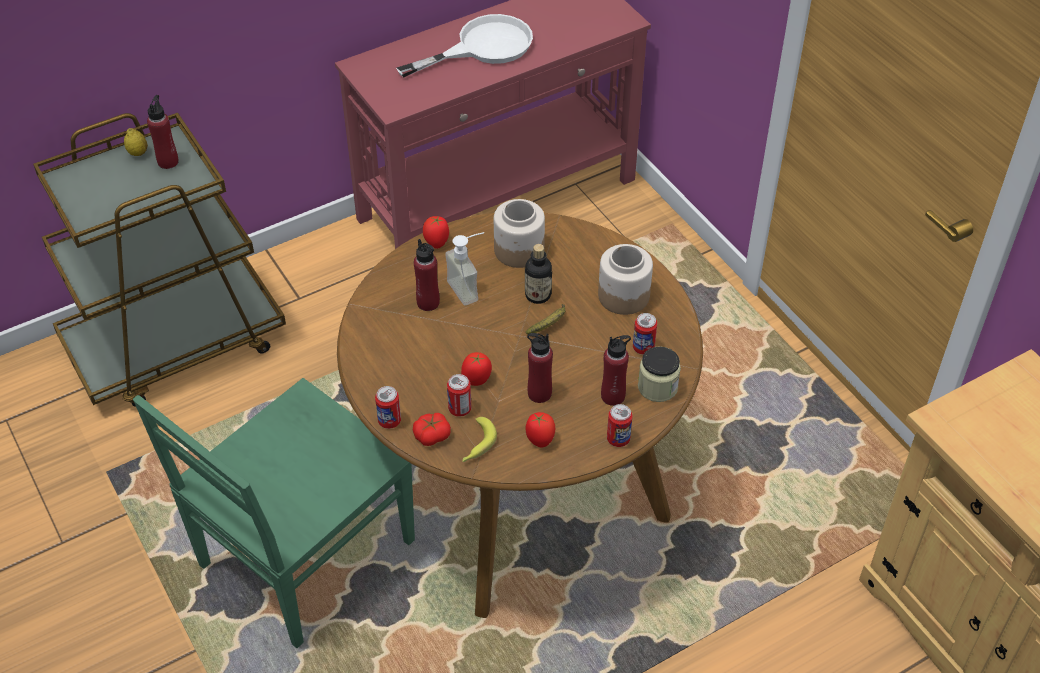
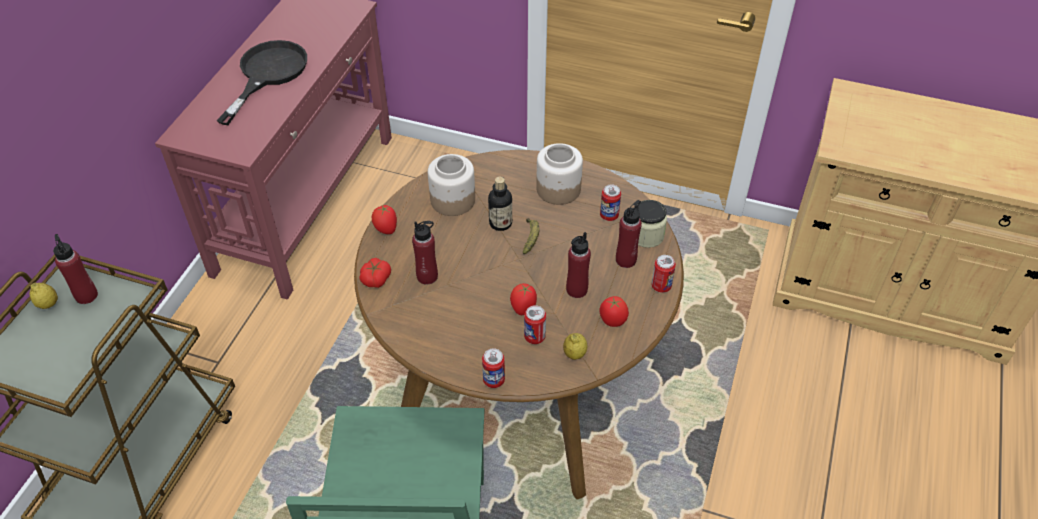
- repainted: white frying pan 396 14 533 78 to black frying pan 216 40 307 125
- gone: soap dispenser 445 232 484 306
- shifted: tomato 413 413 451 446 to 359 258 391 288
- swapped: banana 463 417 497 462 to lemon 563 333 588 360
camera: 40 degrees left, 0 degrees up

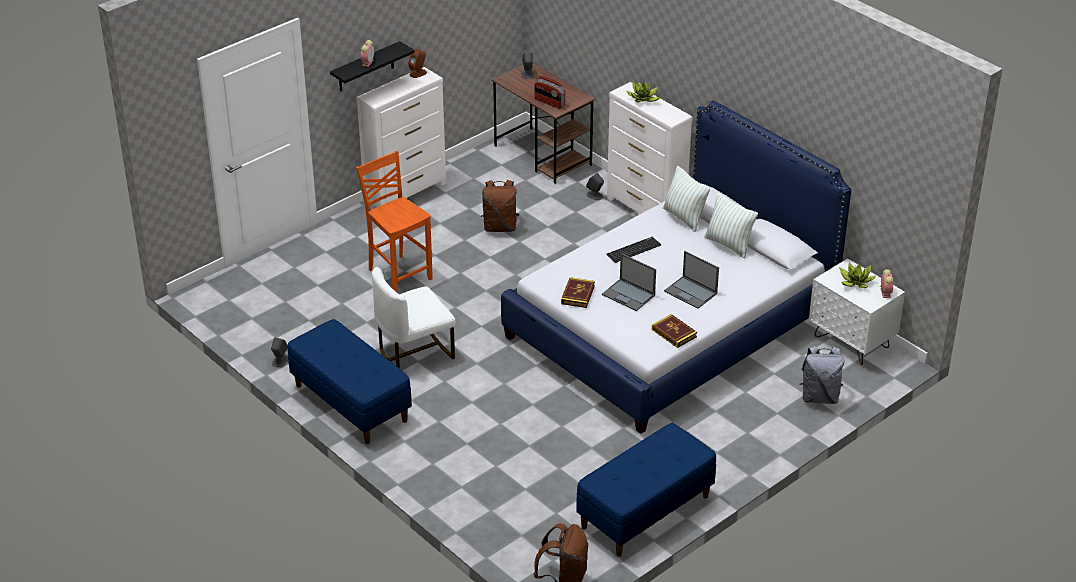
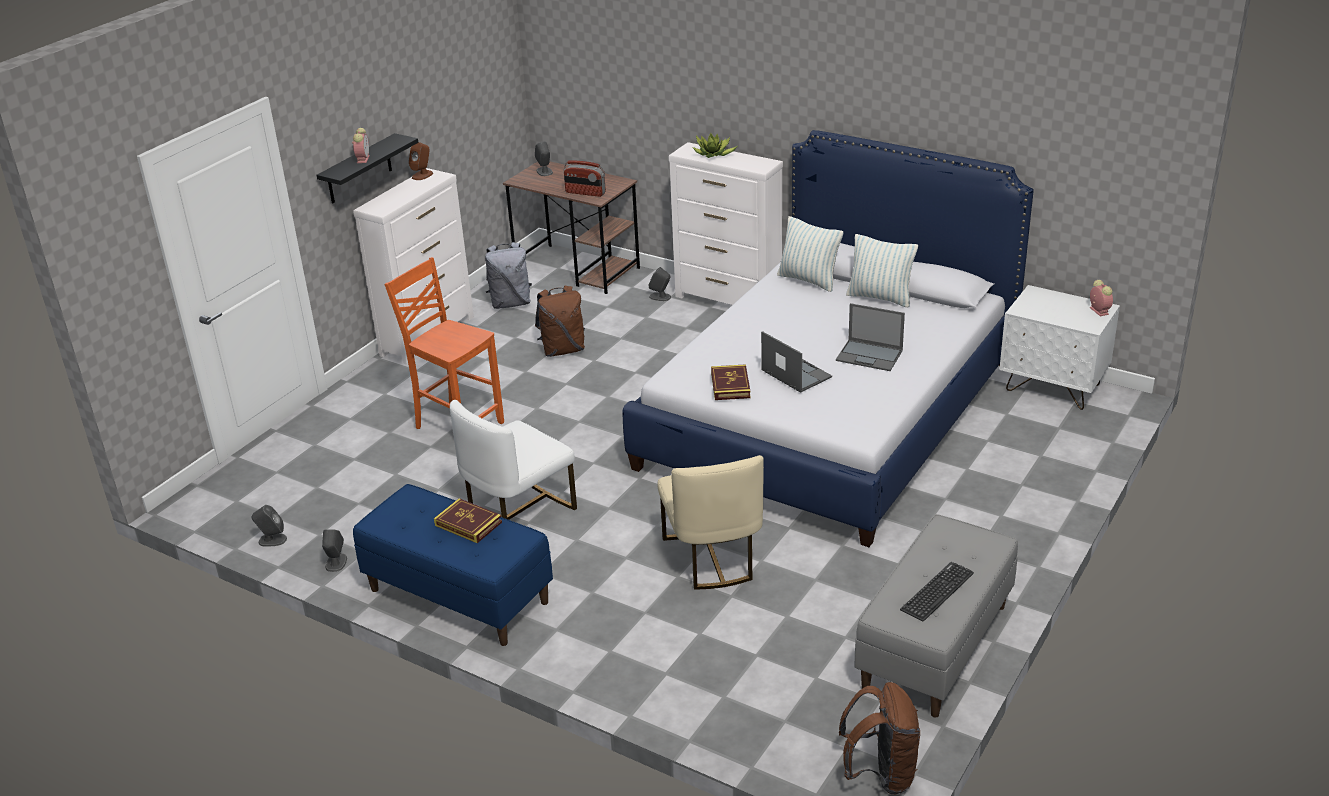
- shifted: keyboard 606 237 661 263 to 900 562 974 622
- rotated: laptop 602 253 656 311 = 761 331 832 393 150 degrees counterclockwise
- gone: potted plant 839 262 877 288
- shifted: book 652 314 697 348 to 434 498 502 543
- shifted: grey backpack 799 346 844 404 to 485 242 532 309
- repainted: blue bench 576 423 716 557 to grey bench 854 514 1018 718
- new: beige chair 658 455 764 590
- new: grey speaker 252 505 287 547
camera: 15 degrees left, 5 degrees down

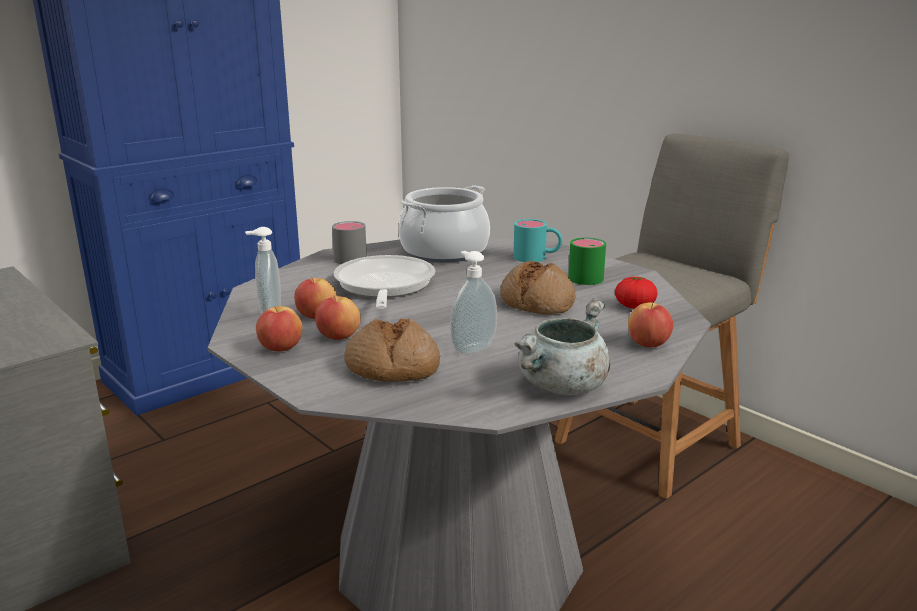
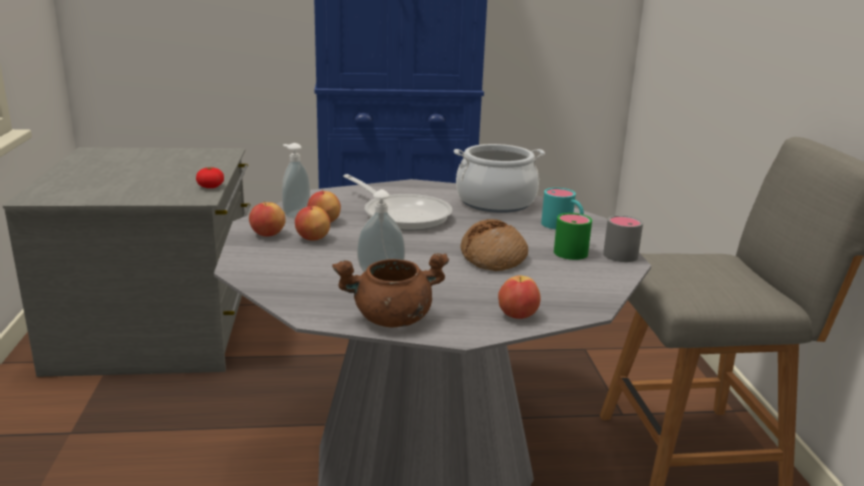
- shifted: grey mug 332 221 367 264 to 603 215 643 262
- rotated: frying pan 334 255 435 309 = 343 174 452 231 105 degrees clockwise
- shifted: tomato 615 277 658 309 to 196 167 224 188
- repainted: grey cooking pot 514 298 610 395 to brown cooking pot 332 253 449 327
- gone: bread 344 318 440 382
camera: 35 degrees right, 0 degrees up

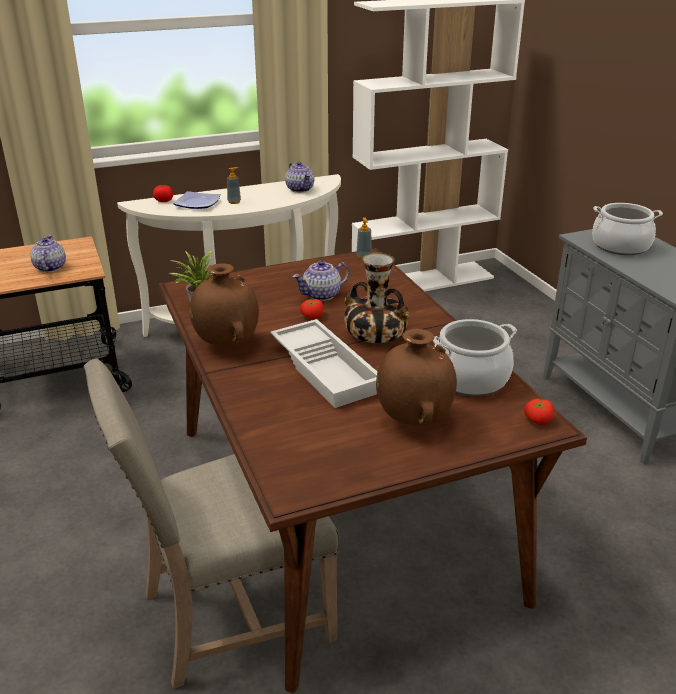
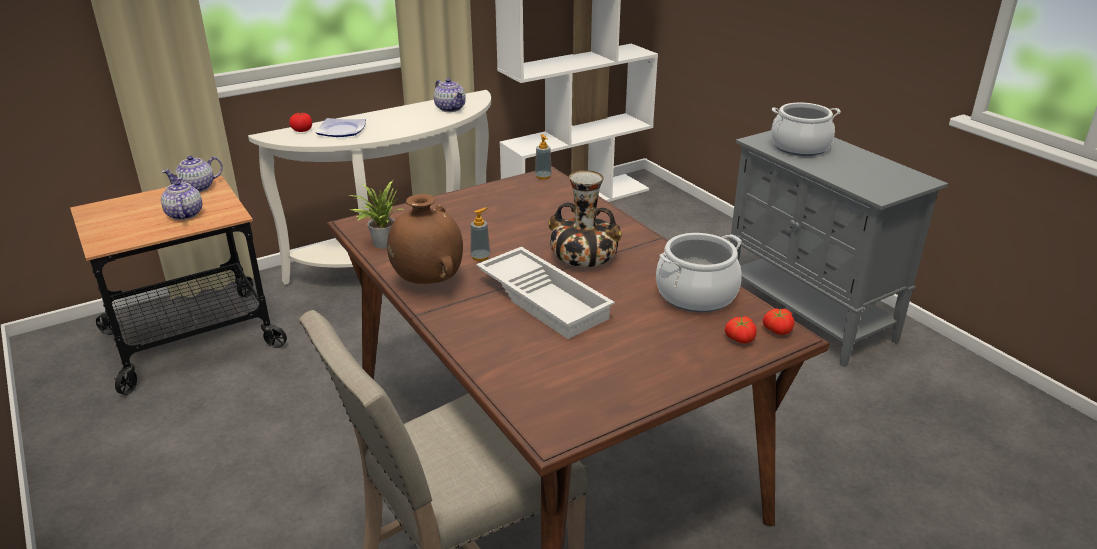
- shifted: soap dispenser 227 167 241 204 to 470 207 490 261
- shifted: teapot 292 260 349 301 to 162 156 223 192
- shifted: tomato 300 299 324 319 to 725 316 757 344
- gone: brown vase 376 329 457 426
camera: 10 degrees left, 0 degrees up

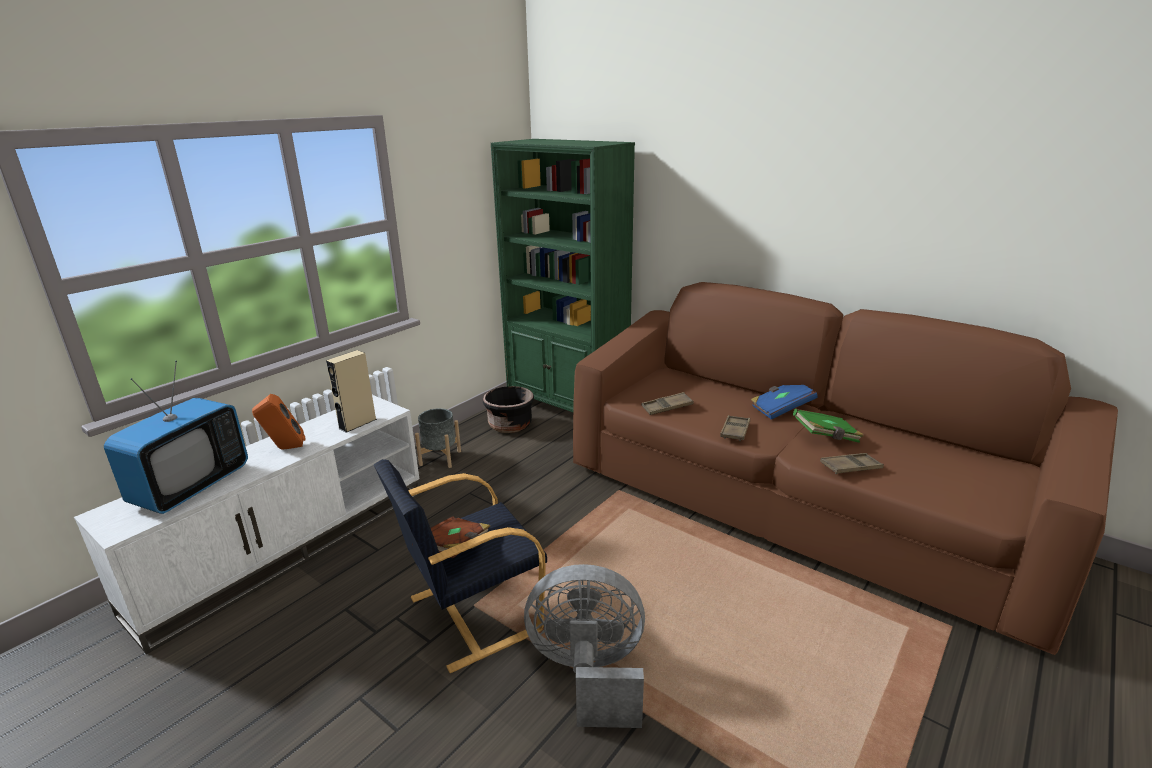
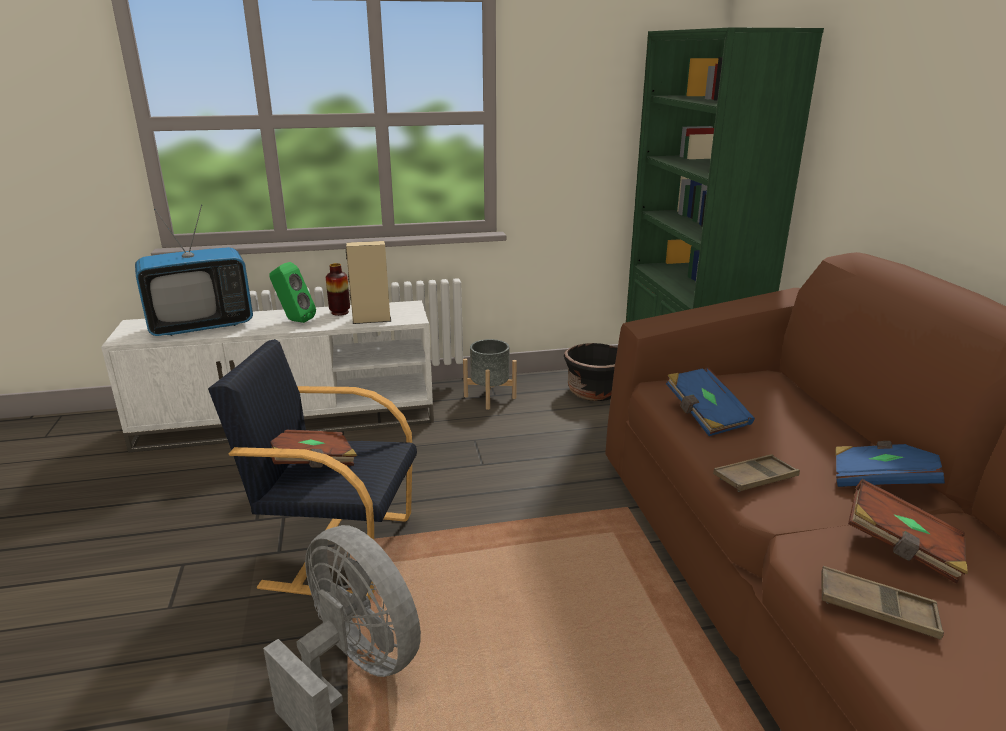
- swapped: brown tray 642 392 693 415 to blue book 666 367 755 436
- repainted: orange speaker 252 394 306 450 to green speaker 269 262 316 323
- repainted: green book 793 409 864 443 to brown book 848 479 968 583
- new: vase 326 263 350 316
camera: 40 degrees right, 0 degrees up

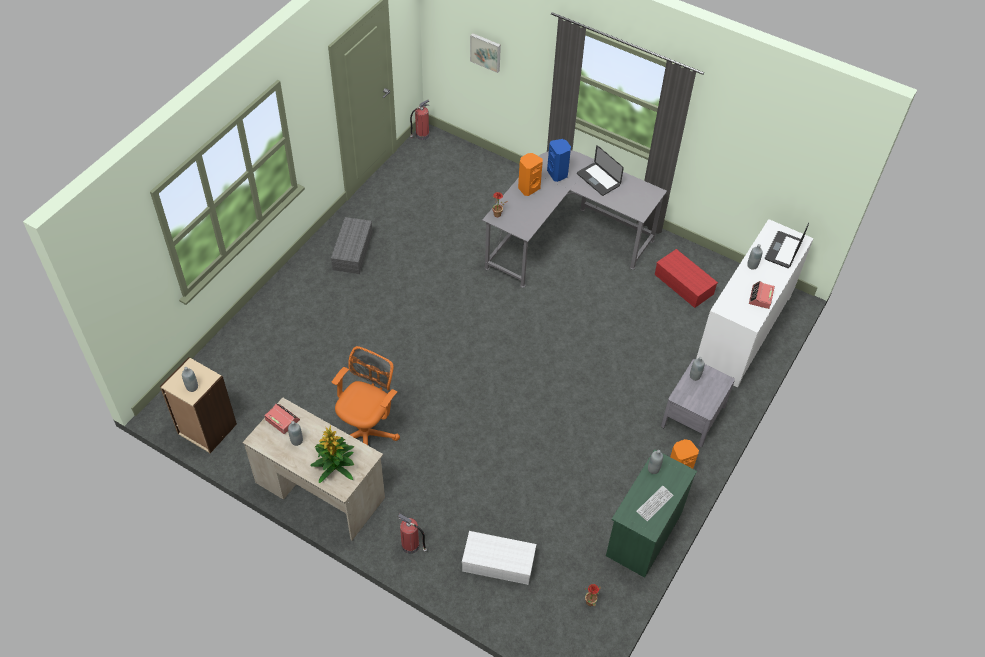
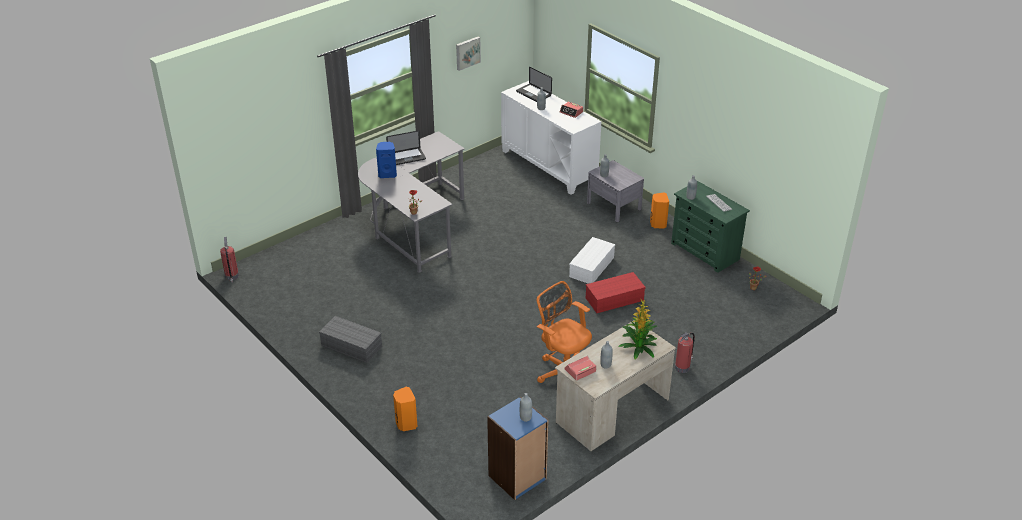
- shifted: picture 470 33 501 73 to 456 37 481 71
- shifted: orange speaker 518 153 543 196 to 393 387 418 431
- shifted: red storage box 655 249 718 308 to 586 272 646 313
- repainted: beige bookcase 160 357 237 453 to blue bookcase 487 396 549 500
- shifted: white storage box 462 531 536 585 to 569 237 615 284
camera: 70 degrees left, 15 degrees down

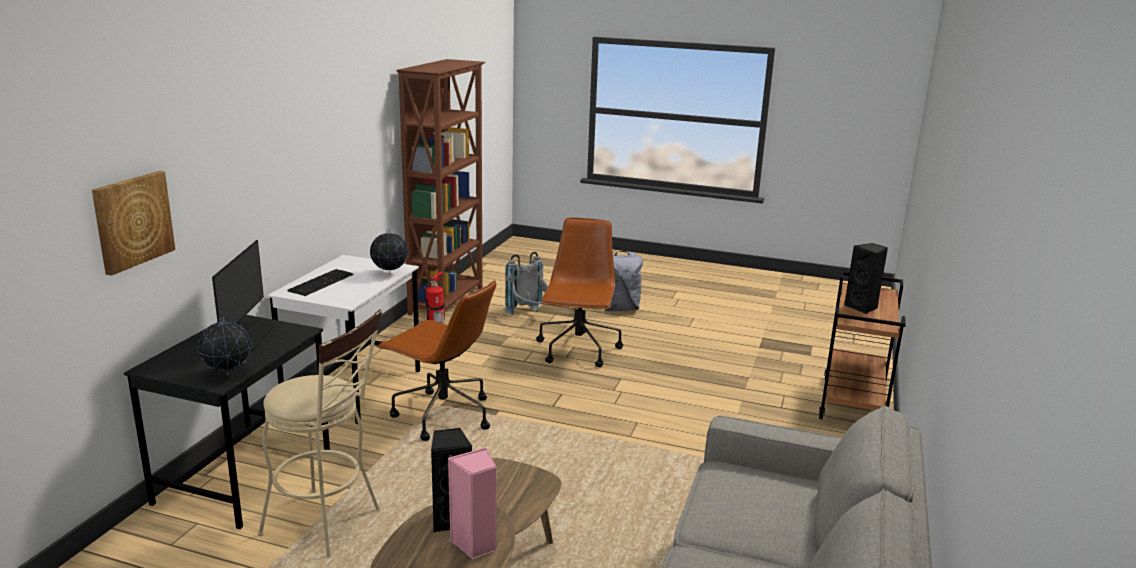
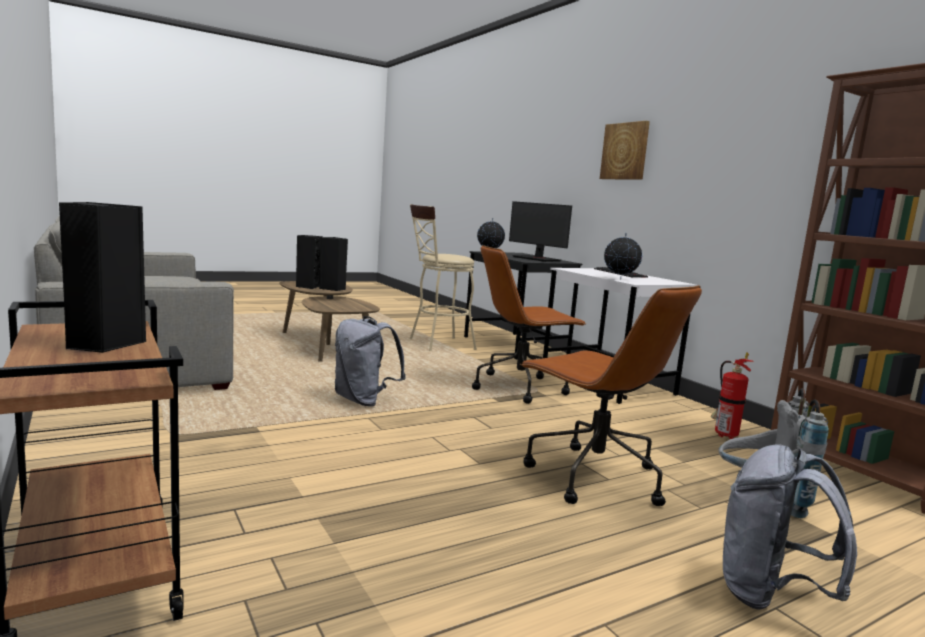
- shifted: picture 92 171 175 276 to 600 121 650 180
- repainted: pink speaker 448 447 497 559 to black speaker 296 235 323 289
- new: grey backpack 335 316 406 406
camera: 130 degrees right, 10 degrees down

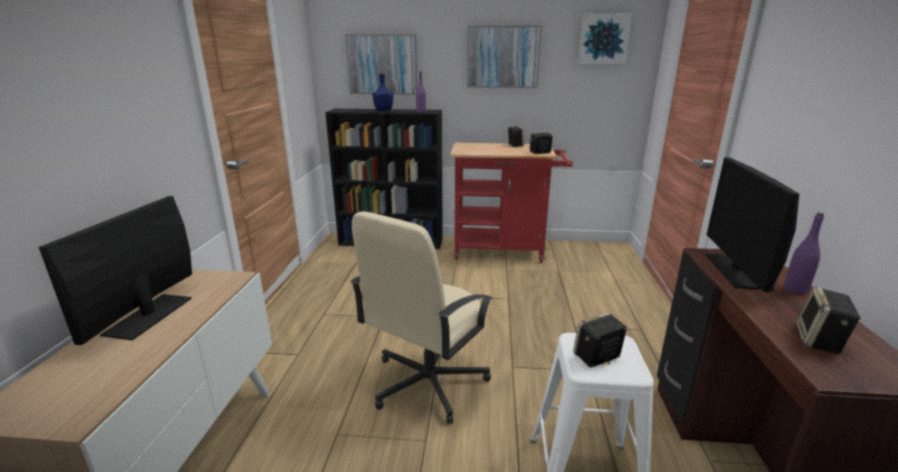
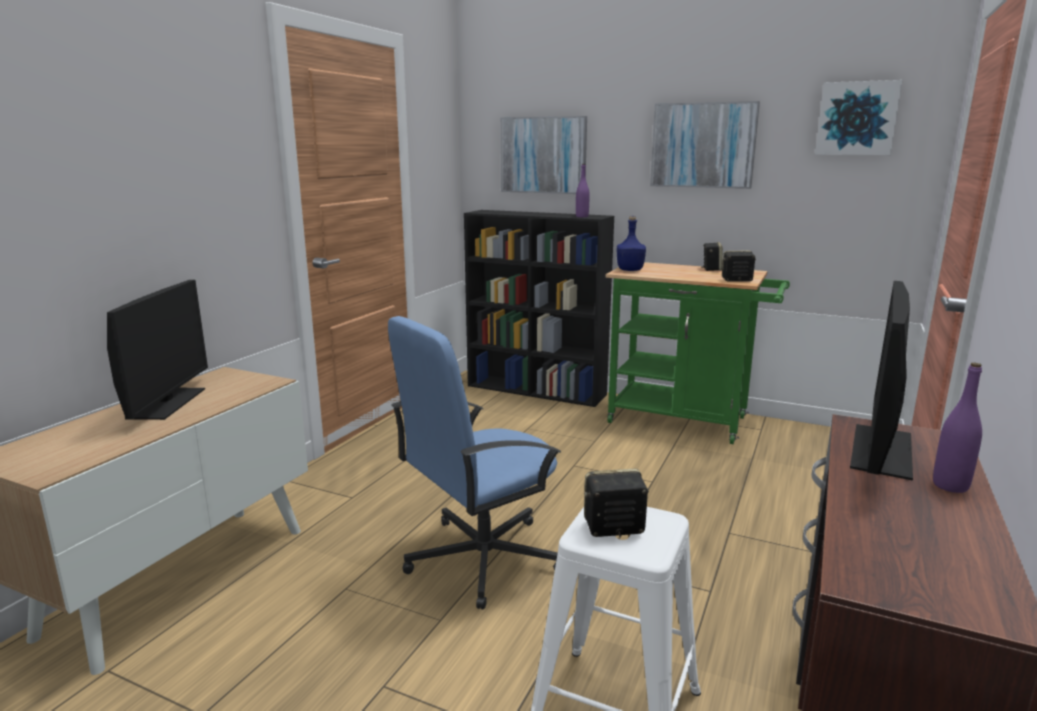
- shifted: blue bottle 373 71 393 111 to 617 216 646 271
- repainted: red cart 450 143 573 263 to green cart 606 262 790 444
- rotated: monitor 39 196 192 345 = 107 280 208 420 150 degrees clockwise
- repainted: beige office chair 350 211 493 424 to blue office chair 388 316 561 610
- gone: speaker 796 286 861 354
camera: 20 degrees right, 5 degrees down

